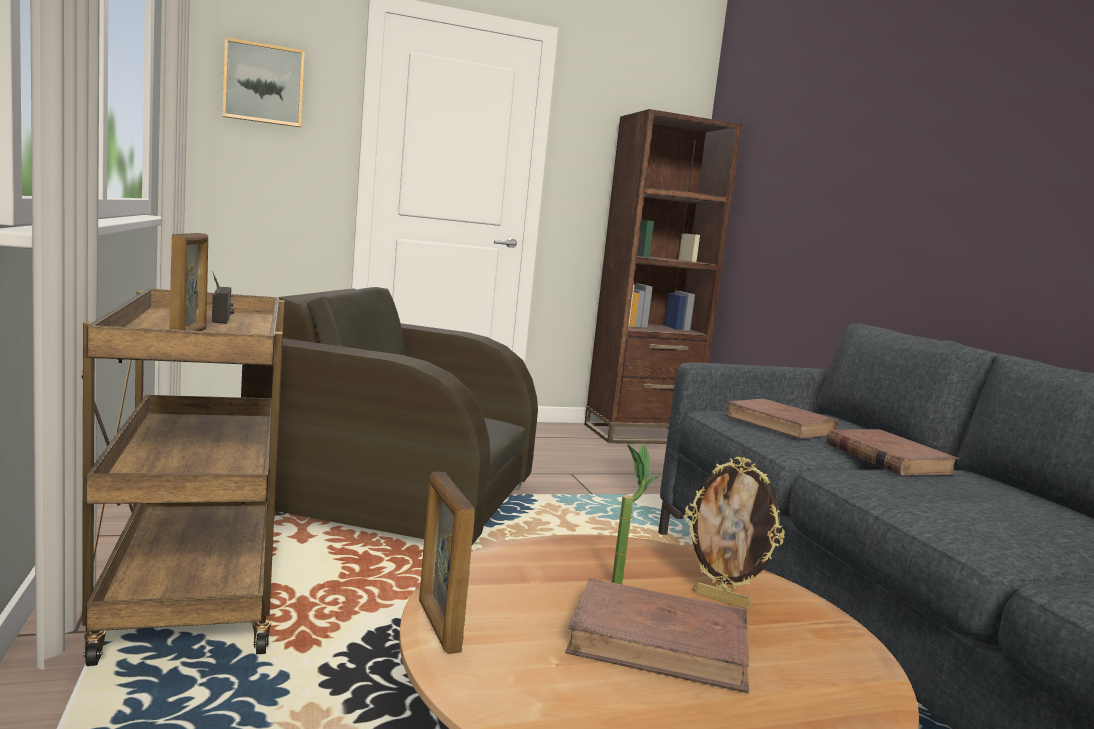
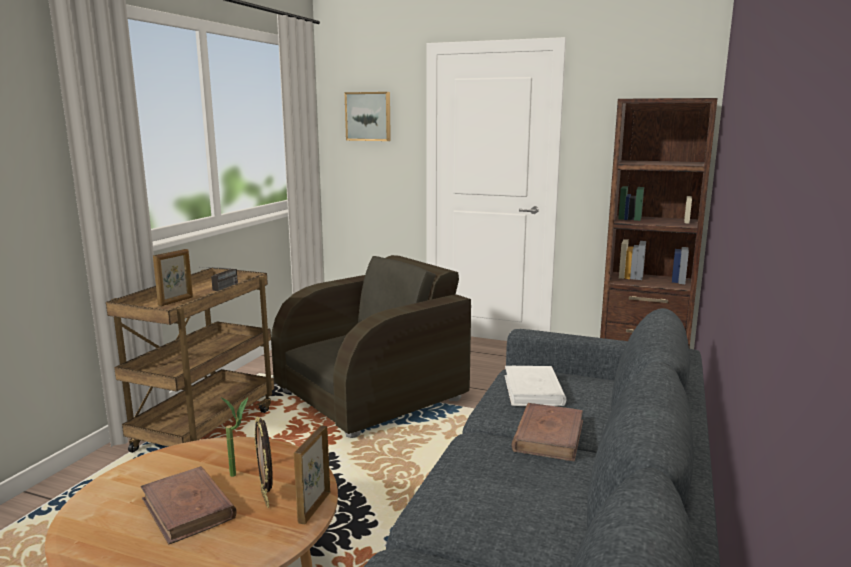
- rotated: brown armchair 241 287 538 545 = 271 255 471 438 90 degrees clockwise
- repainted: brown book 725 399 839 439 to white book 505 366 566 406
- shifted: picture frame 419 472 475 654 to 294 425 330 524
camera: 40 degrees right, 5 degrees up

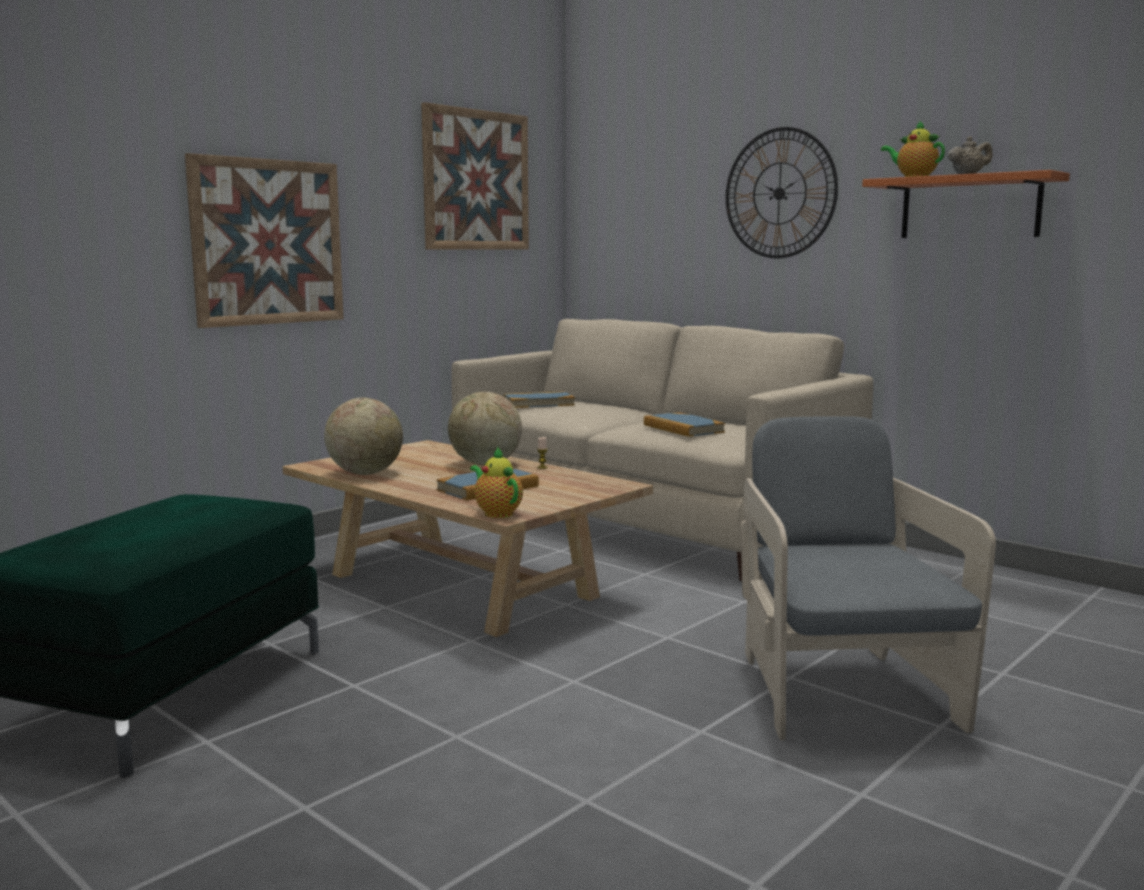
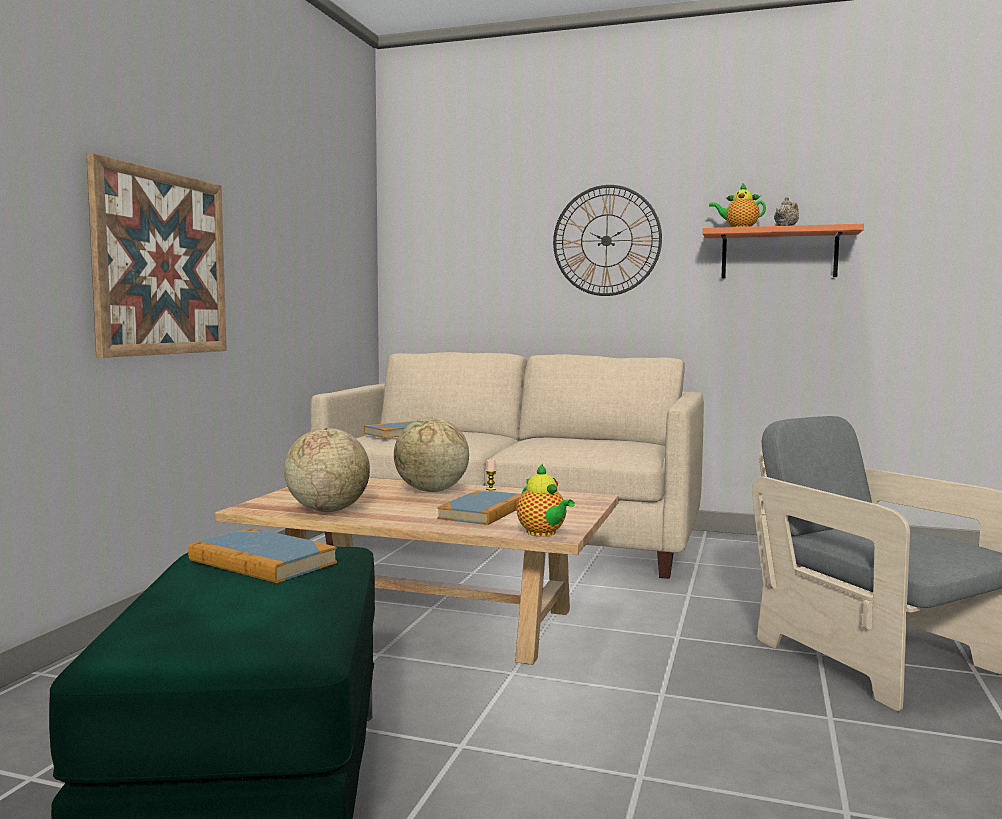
- gone: picture 421 102 529 249
- shifted: book 644 412 725 437 to 188 528 337 583
- rotated: teapot 470 446 523 518 = 516 464 575 537 150 degrees counterclockwise
camera: 25 degrees left, 5 degrees down

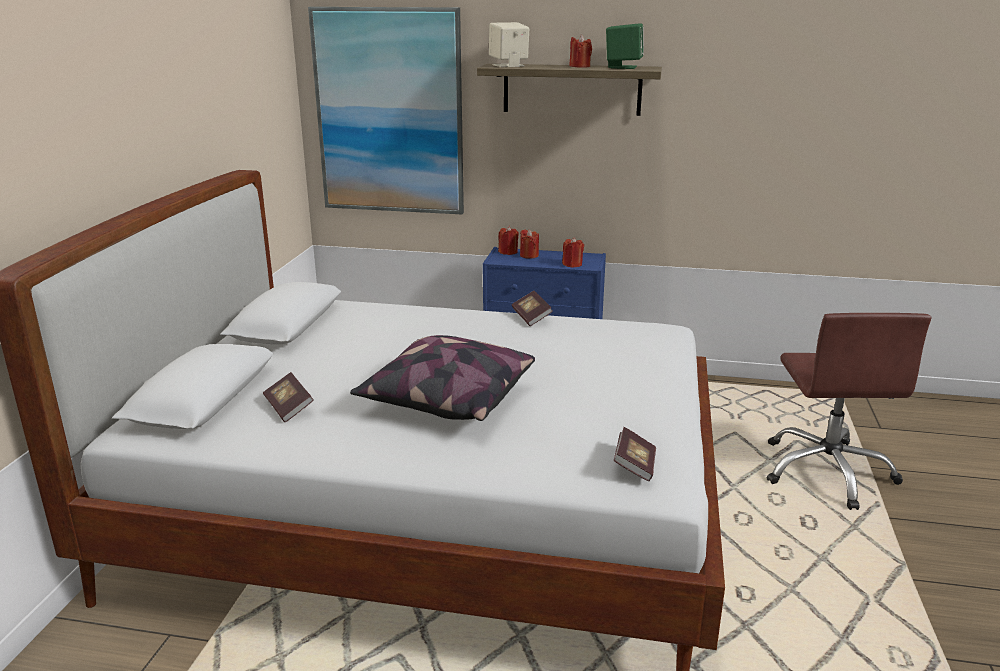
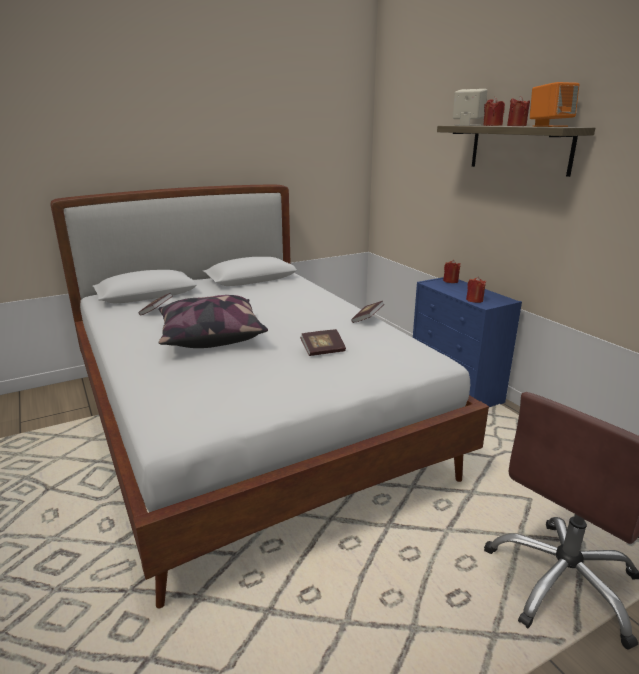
- gone: picture 308 7 464 214
- repainted: green speaker 606 23 644 69 to orange speaker 530 82 579 127
- shifted: red candle 520 229 539 259 to 483 97 505 126
- shifted: book 614 427 656 481 to 300 329 346 356
camera: 50 degrees right, 0 degrees up

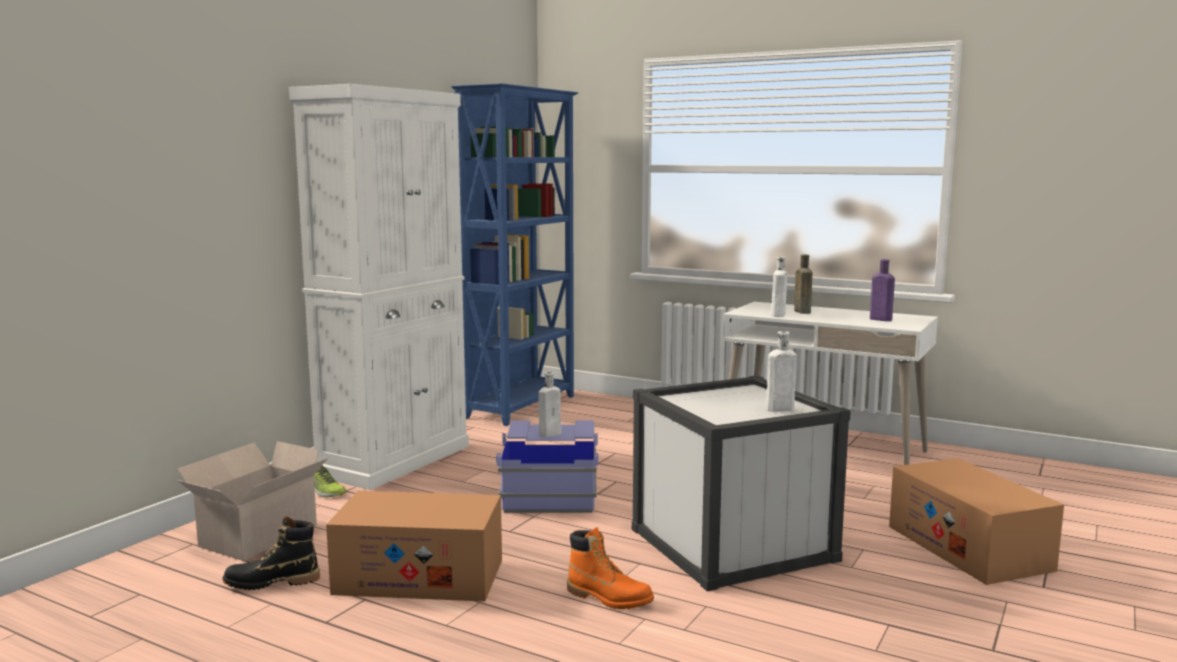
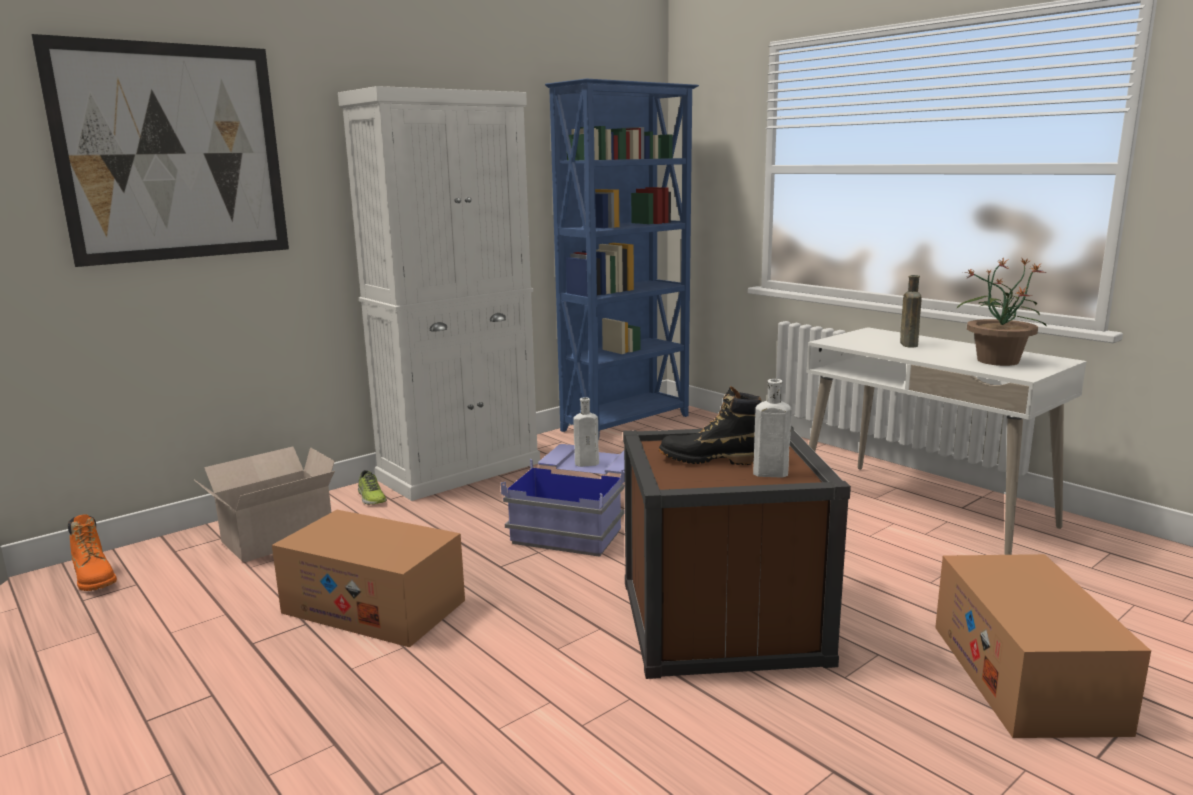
- gone: white bottle 771 256 787 317
- swapped: purple bottle 870 259 895 321 to potted plant 956 257 1047 366
- repainted: white storage box 632 375 851 591 to brown storage box 623 426 851 679
- shifted: black boot 222 516 320 590 to 659 386 762 465
- shifted: orange boot 567 527 654 609 to 68 514 117 591
- new: picture 31 34 289 267
camera: 20 degrees right, 5 degrees up

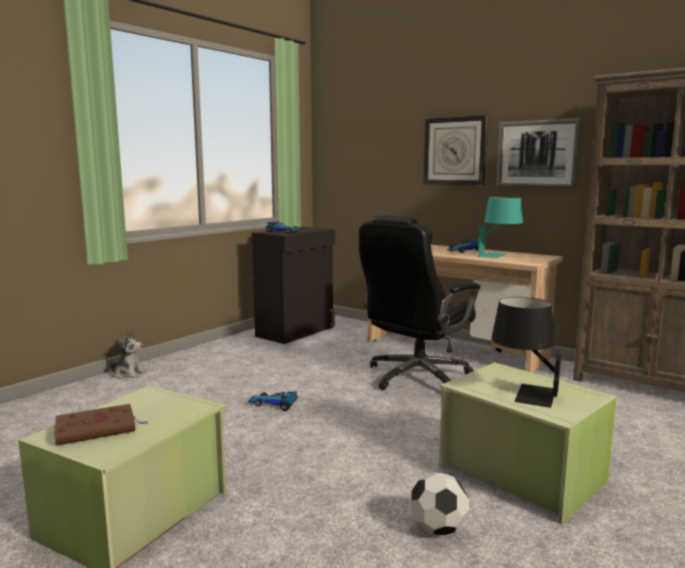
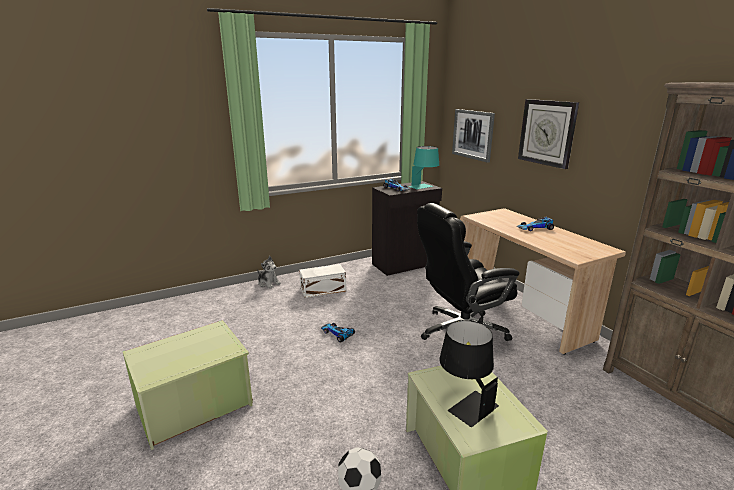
- shifted: picture 496 118 582 189 to 452 109 495 163
- shifted: turquoise table lamp 477 197 523 258 to 408 146 439 189
- gone: brown book 54 404 148 446
- new: white storage box 299 264 346 298
camera: 25 degrees right, 10 degrees up

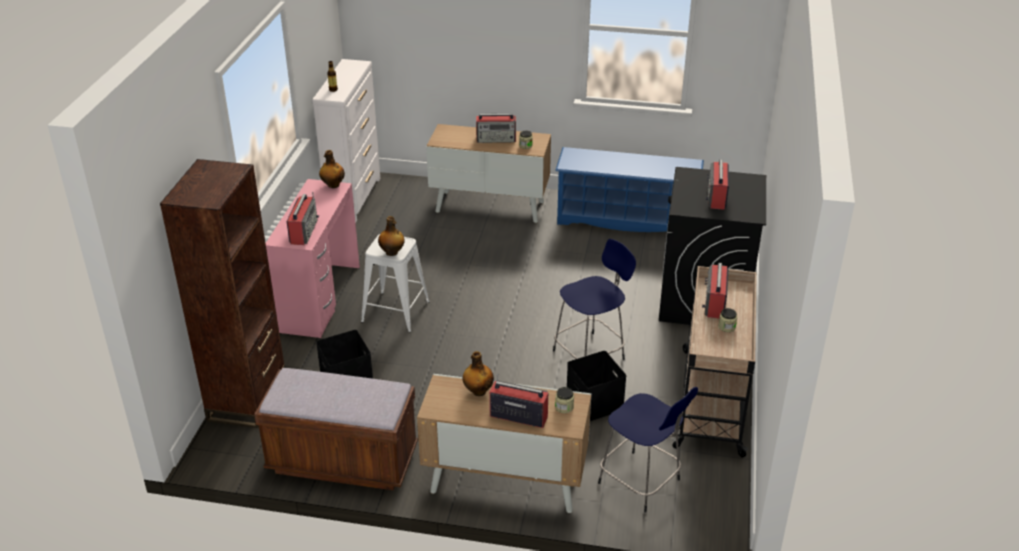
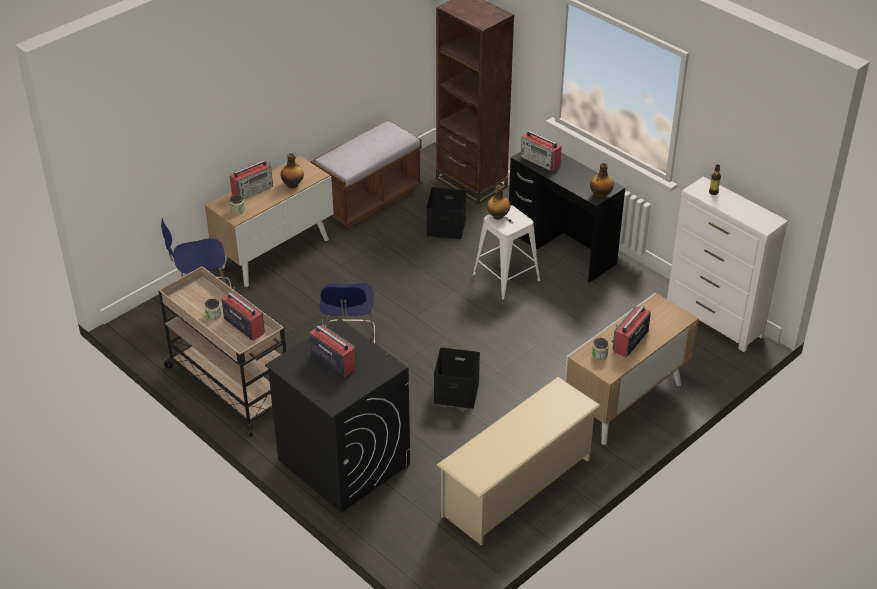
- repainted: blue shoe rack 555 147 704 232 to beige shoe rack 437 377 601 545
- repainted: pink desk 266 179 360 338 to black desk 509 152 625 283
- shifted: black storage box 567 351 626 421 to 434 348 480 409
camera: 125 degrees right, 5 degrees up

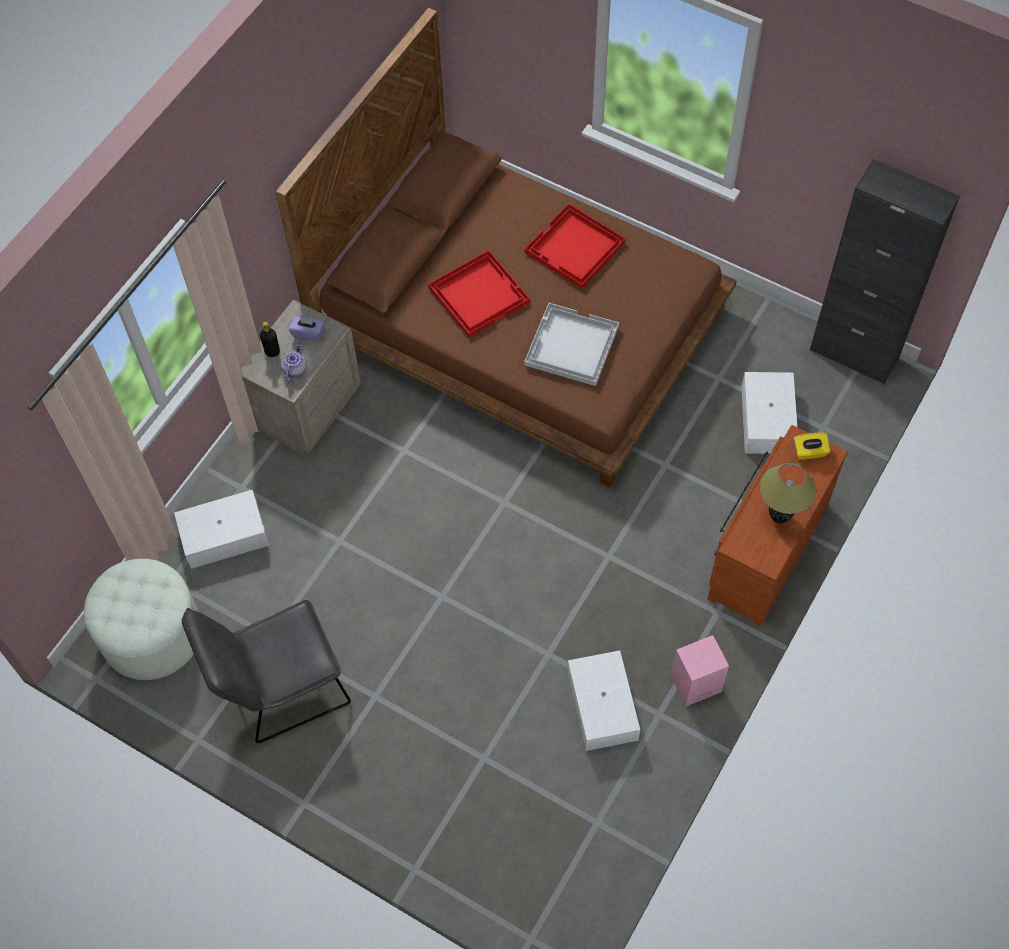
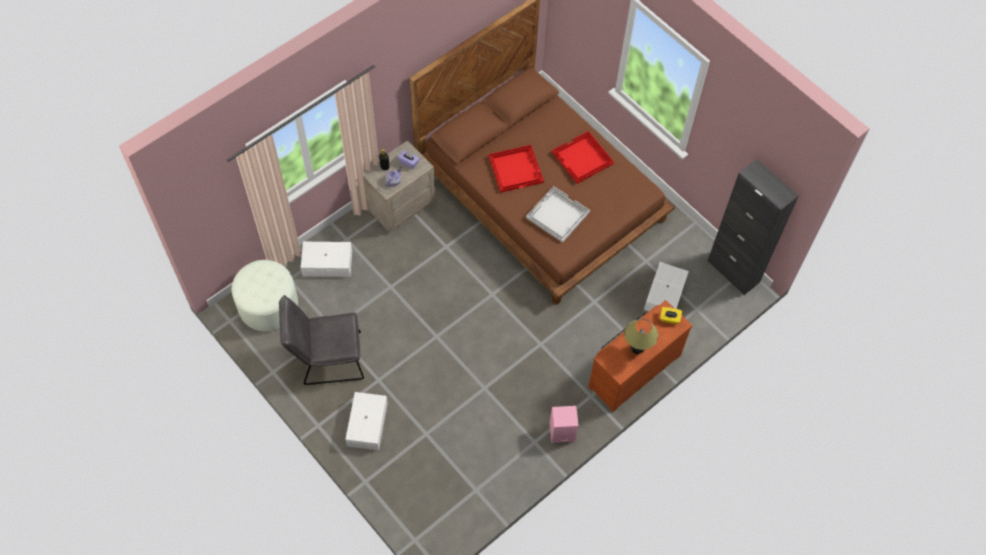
- shifted: white storage box 567 650 640 751 to 345 392 388 450
camera: 15 degrees right, 0 degrees up

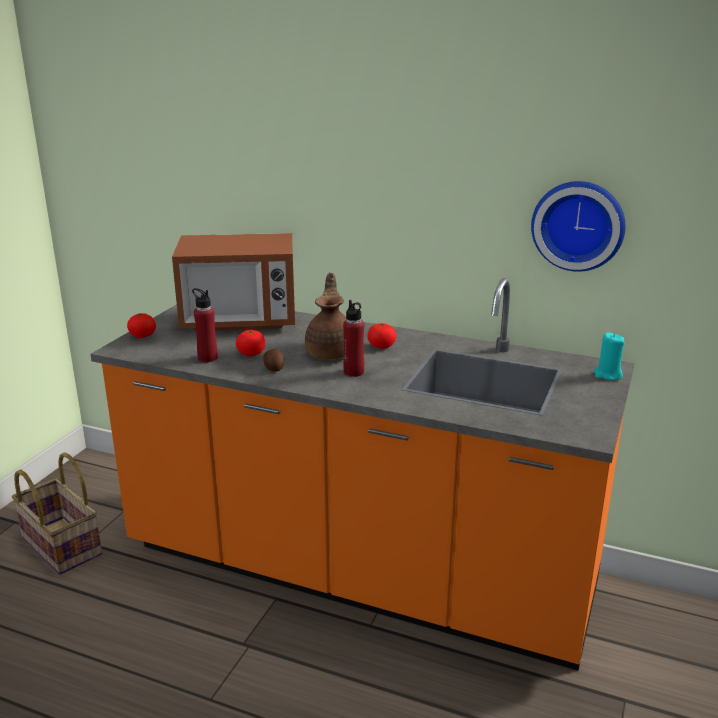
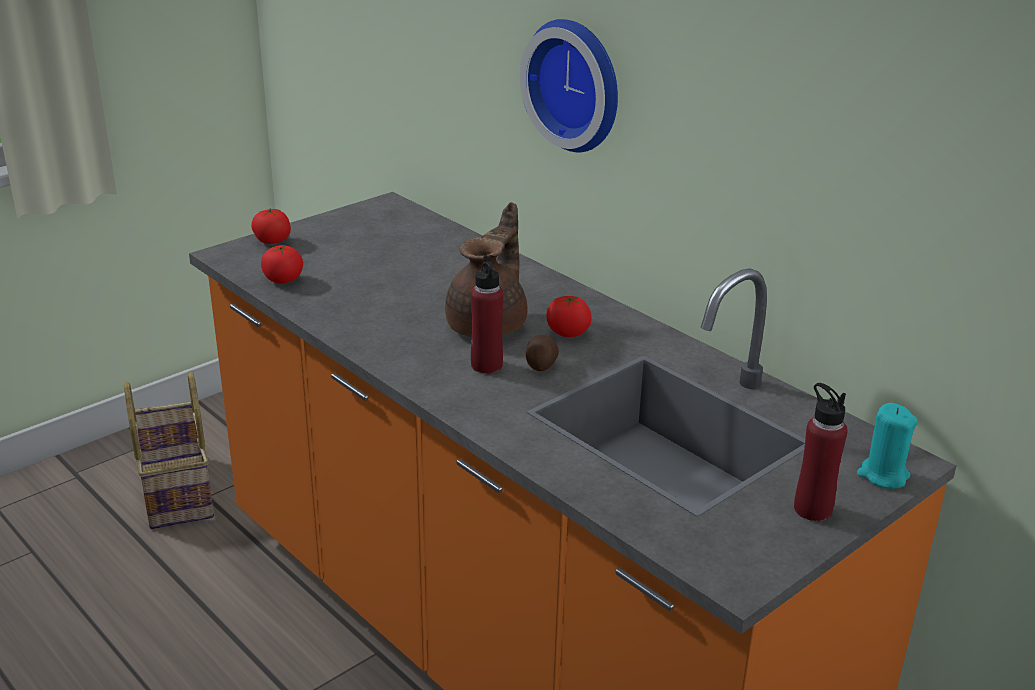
- shifted: wall clock 531 181 626 272 to 520 19 618 152
- gone: microwave 172 233 295 331
- shifted: red bottle 192 288 218 362 to 794 383 847 521
- shifted: tomato 236 330 265 356 to 261 245 303 284
- shifted: potato 263 349 285 372 to 526 335 559 371
camera: 25 degrees right, 5 degrees up

